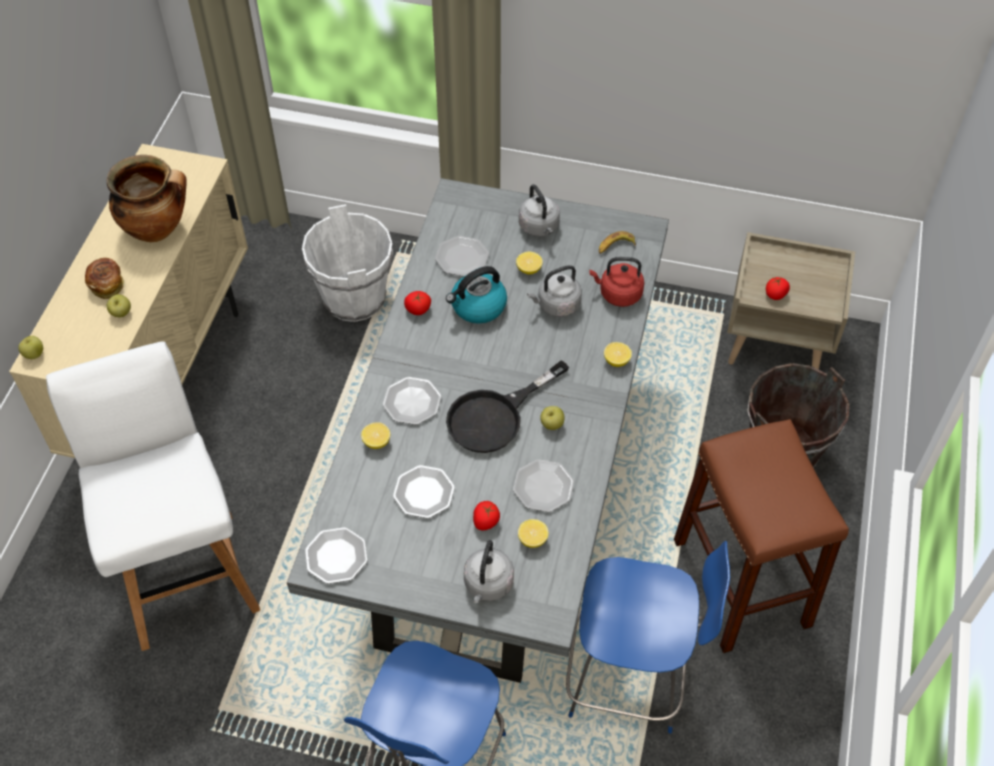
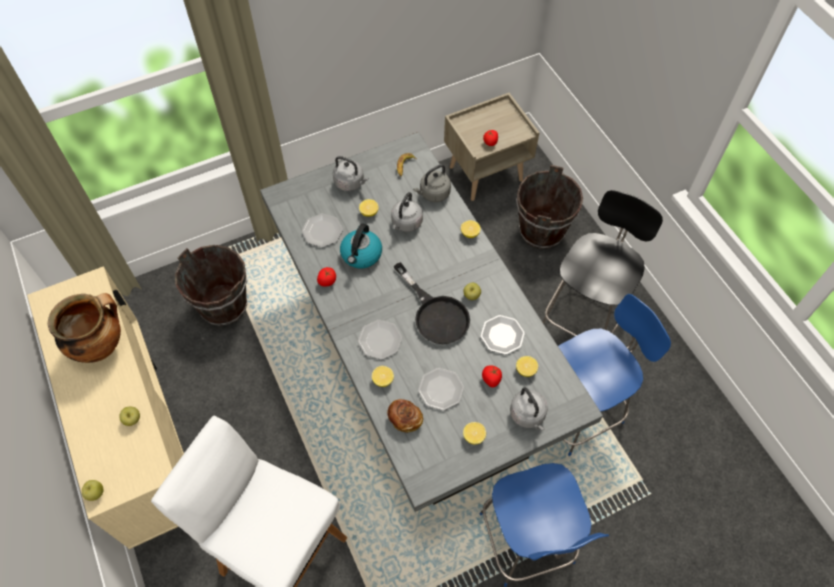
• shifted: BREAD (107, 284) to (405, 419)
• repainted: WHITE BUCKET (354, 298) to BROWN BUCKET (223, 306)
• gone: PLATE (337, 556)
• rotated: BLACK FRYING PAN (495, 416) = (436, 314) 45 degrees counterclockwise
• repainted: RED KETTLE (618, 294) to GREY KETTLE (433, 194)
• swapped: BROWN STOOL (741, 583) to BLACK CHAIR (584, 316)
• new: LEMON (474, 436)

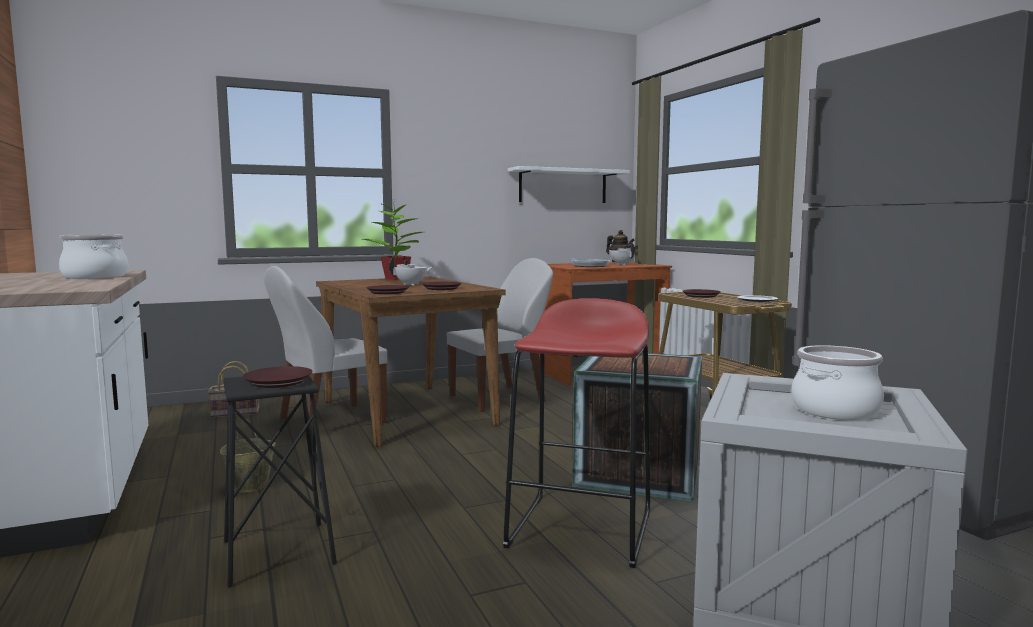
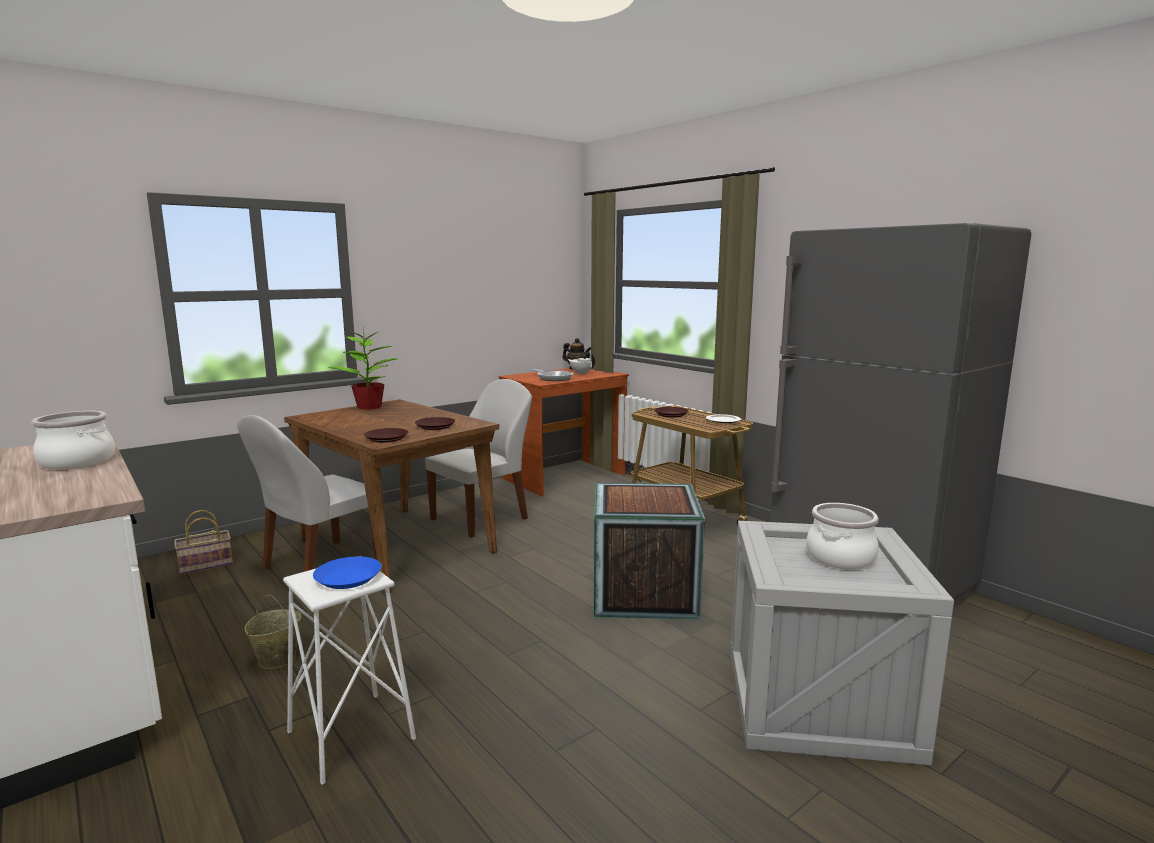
• repainted: BLACK STOOL (278, 552) to WHITE STOOL (351, 735)
• repainted: BROWN PLATE (279, 382) to BLUE PLATE (349, 578)
• gone: WHITE TEAPOT (411, 284)
• gone: RED STOOL (582, 528)
• gone: WHITE SHELF (563, 186)

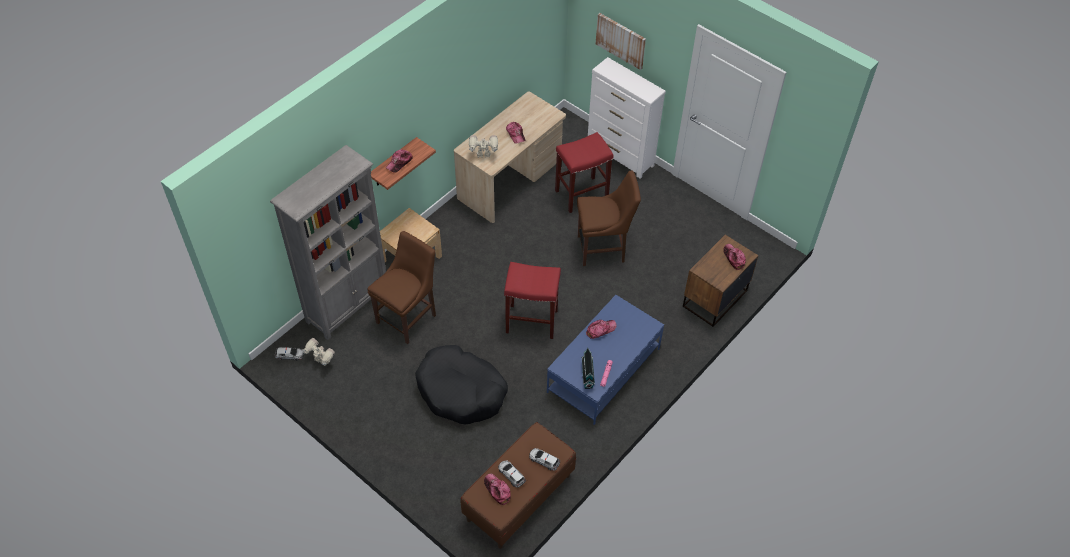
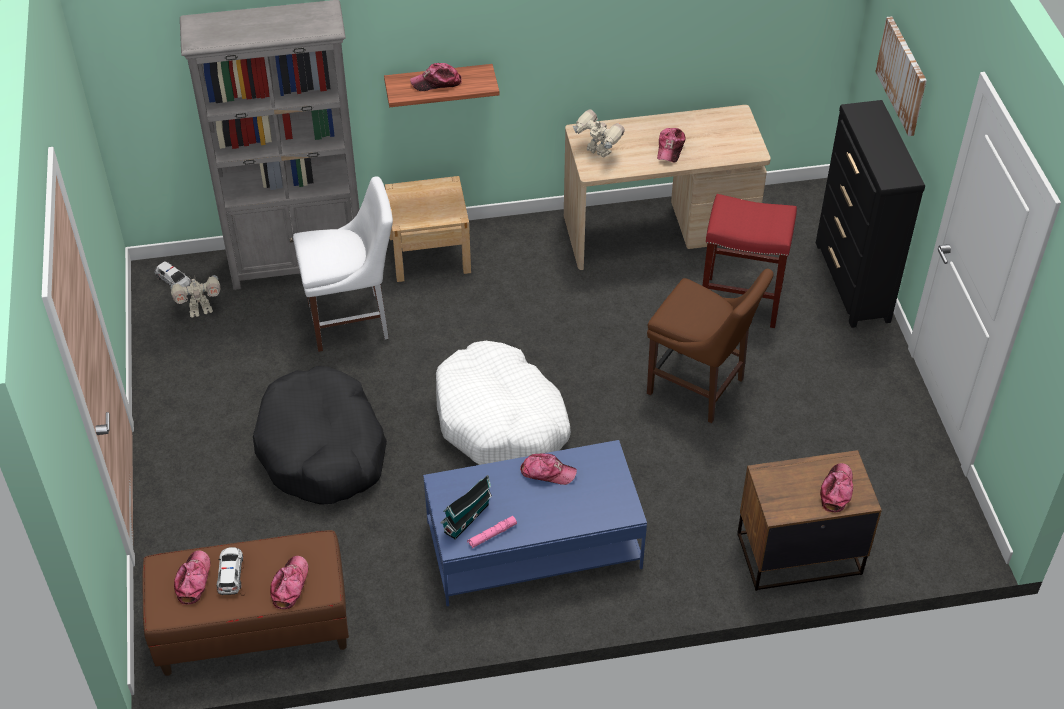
• rotated: TOY ROBOT (321, 361) = (200, 310) 90 degrees clockwise
• repainted: BROWN CHAIR (408, 317) to WHITE CHAIR (353, 321)
• swapped: RED STOOL (531, 321) to WHITE DOG BED (501, 420)
• swapped: TOY CAR (544, 460) to CAP (290, 585)
• repainted: WHITE DRESSER (620, 156) to BLACK DRESSER (852, 282)

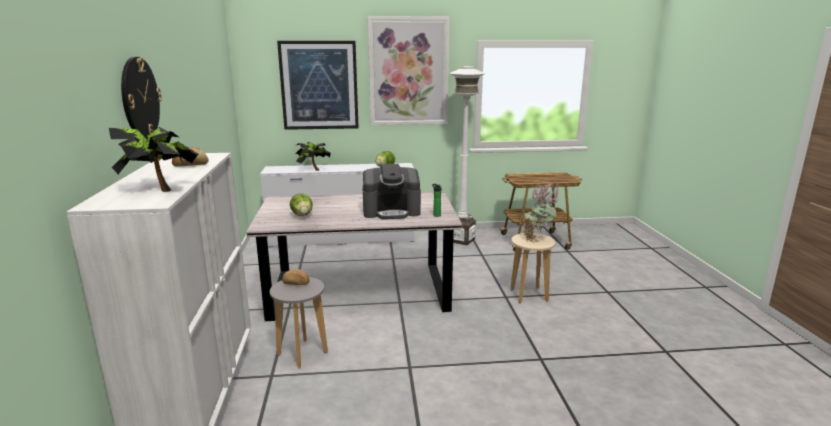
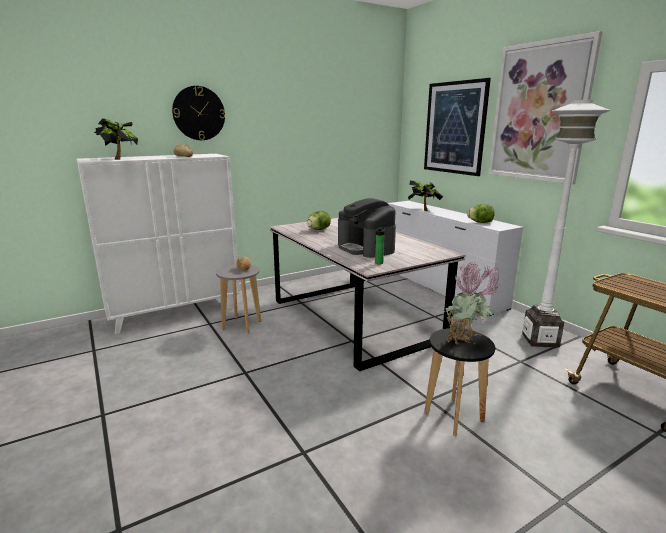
• repainted: BEIGE STOOL (529, 295) to BLACK STOOL (454, 417)

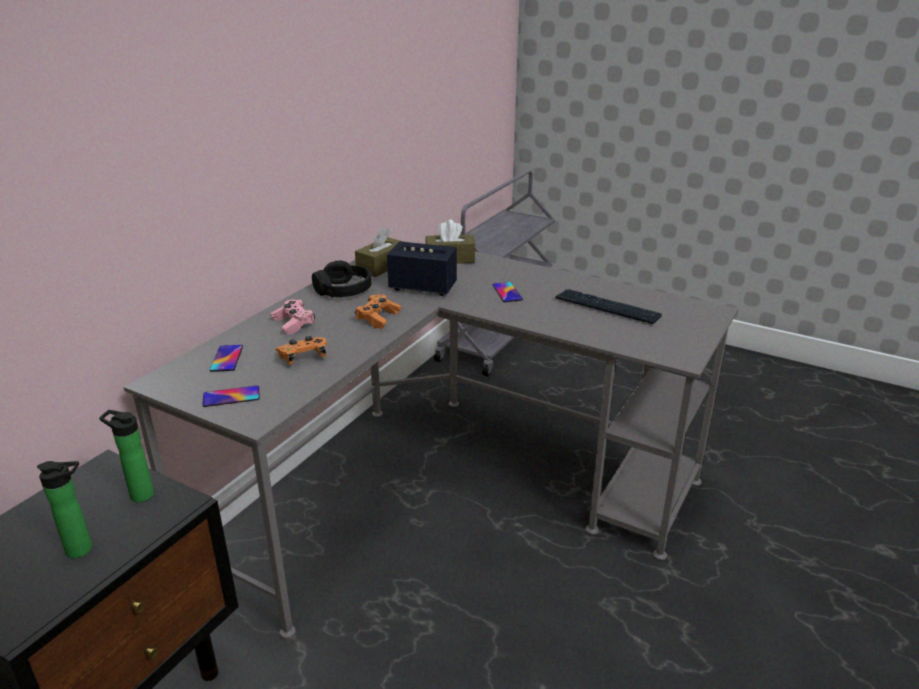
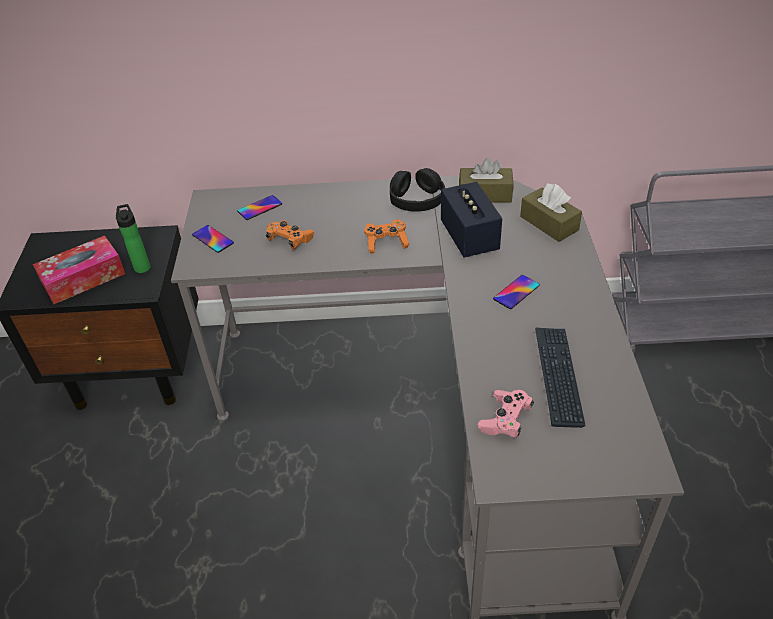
• swapped: BOTTLE (83, 549) to TISSUE BOX (83, 278)
• shifted: PINK GAME CONTROLLER (293, 324) to (505, 420)

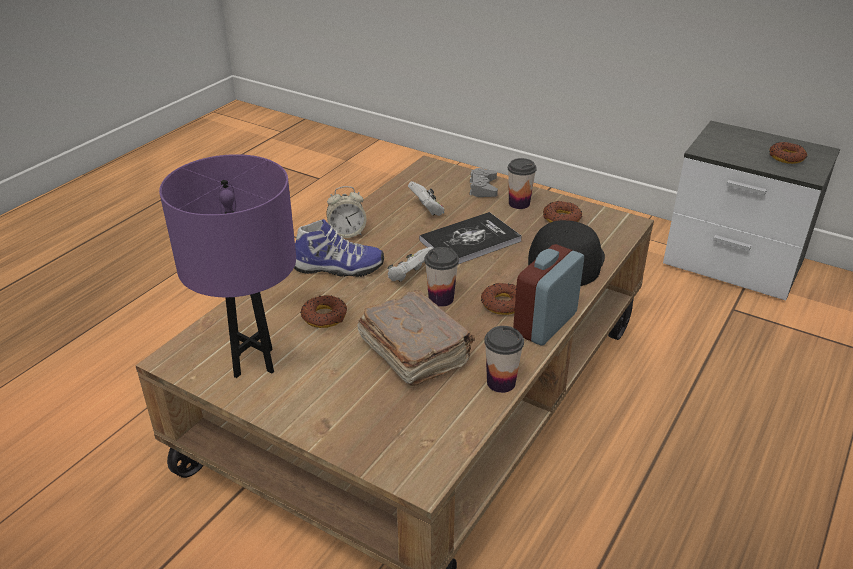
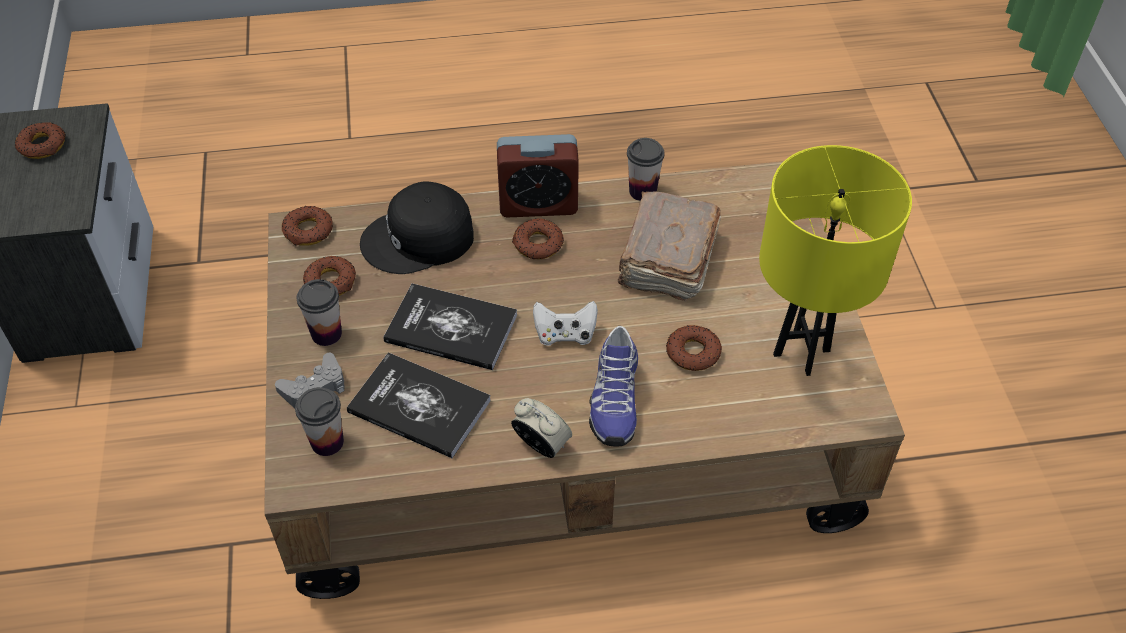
• repainted: PURPLE TABLE LAMP (253, 362) to YELLOW TABLE LAMP (801, 353)
• rotated: SHOE (338, 268) = (613, 401) 135 degrees counterclockwise
• swapped: WHITE GAME CONTROLLER (427, 210) to BOOK (419, 406)
• shifted: CUP (441, 299) to (327, 442)
• new: DONUT (308, 231)

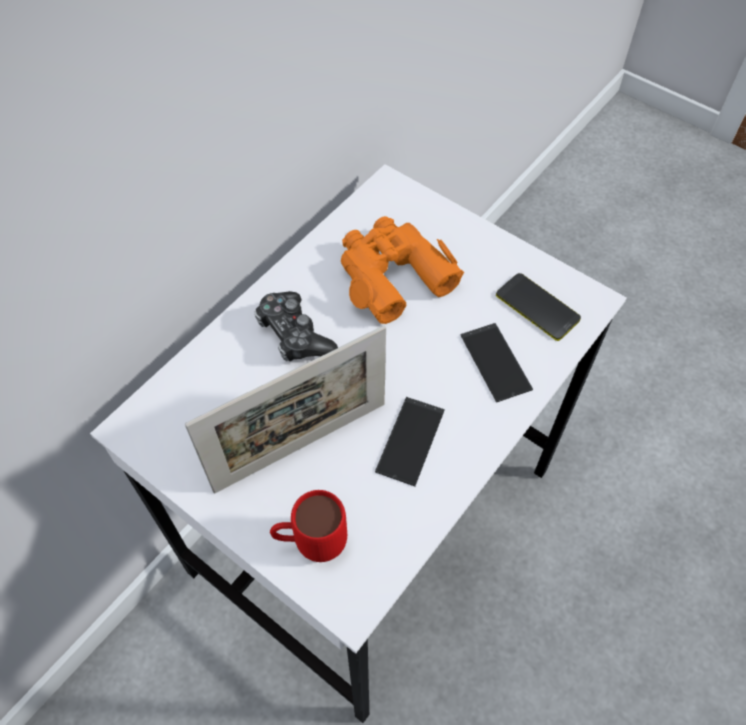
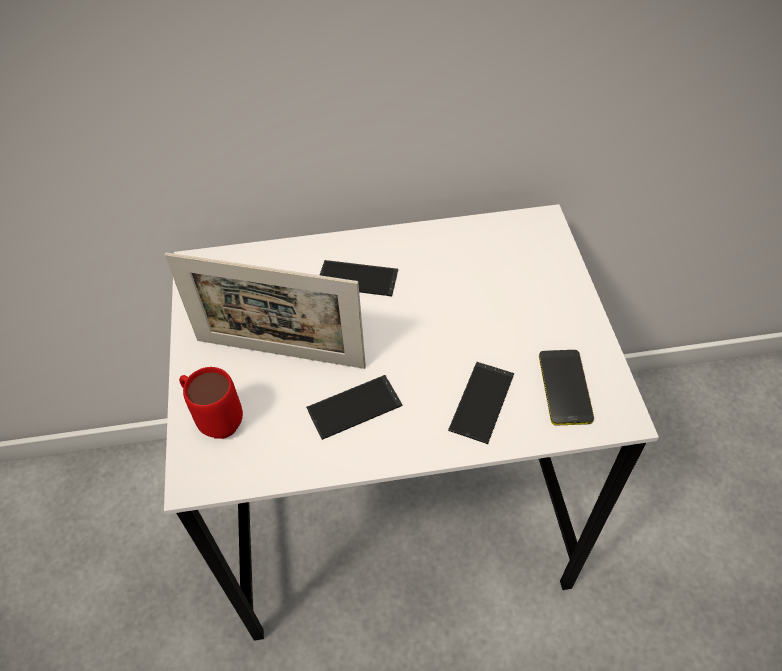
• swapped: GAME CONTROLLER (294, 335) to PHONE (357, 278)
• gone: ORANGE BINOCULARS (392, 274)

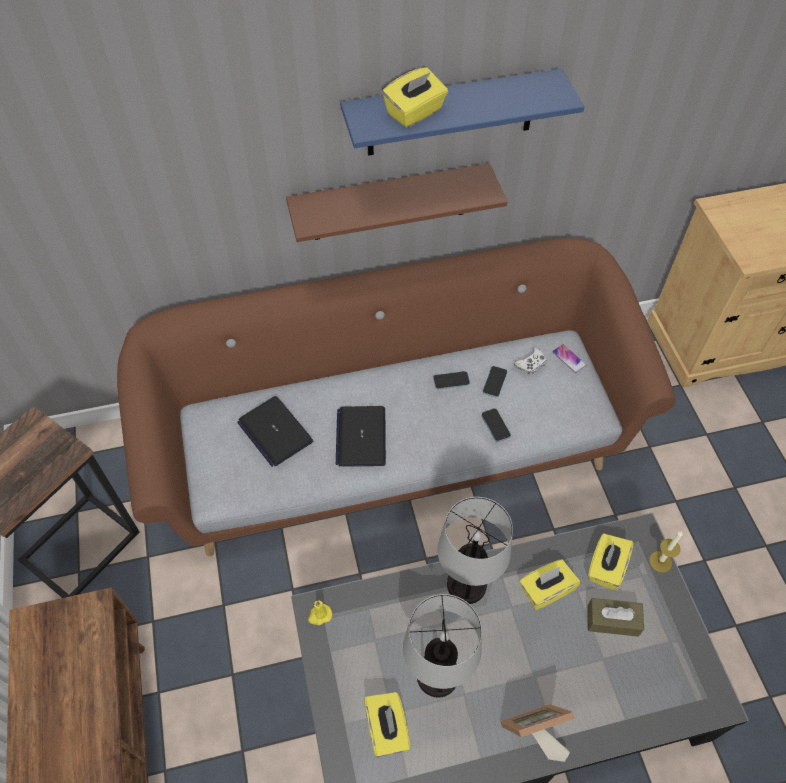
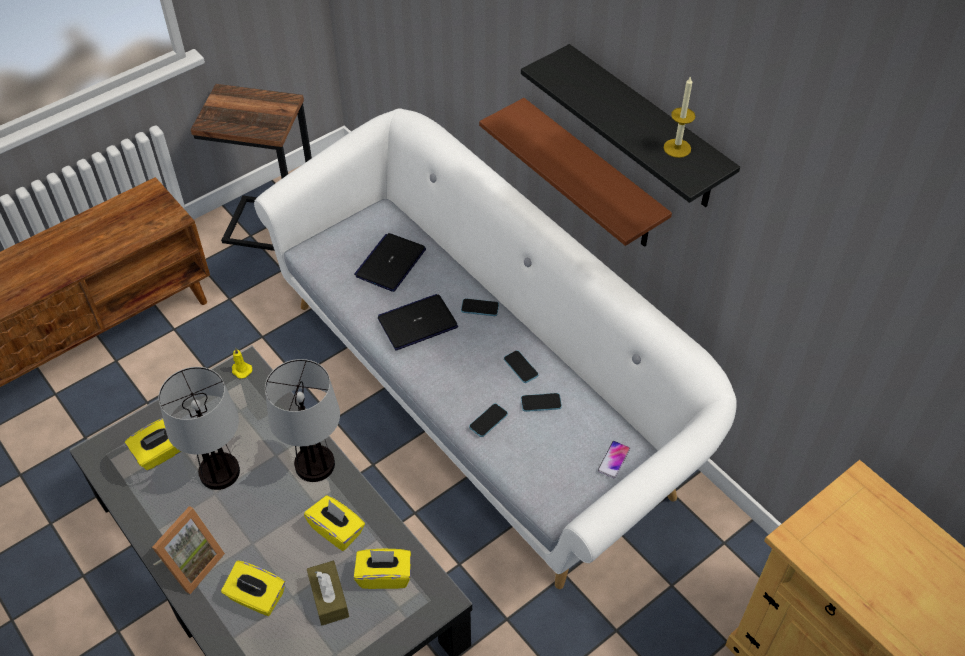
• repainted: BROWN SOFA (392, 444) to WHITE SOFA (482, 392)
• repainted: BLUE SHELF (451, 113) to BLACK SHELF (646, 130)
• shifted: YELLOW TISSUE BOX (415, 113) to (256, 597)
• rotated: PICTURE FRAME (534, 735) = (191, 564) 75 degrees clockwise
• gone: WHITE GAME CONTROLLER (531, 364)
• shifted: CANDLE (660, 561) to (677, 148)
• new: PHONE (480, 308)

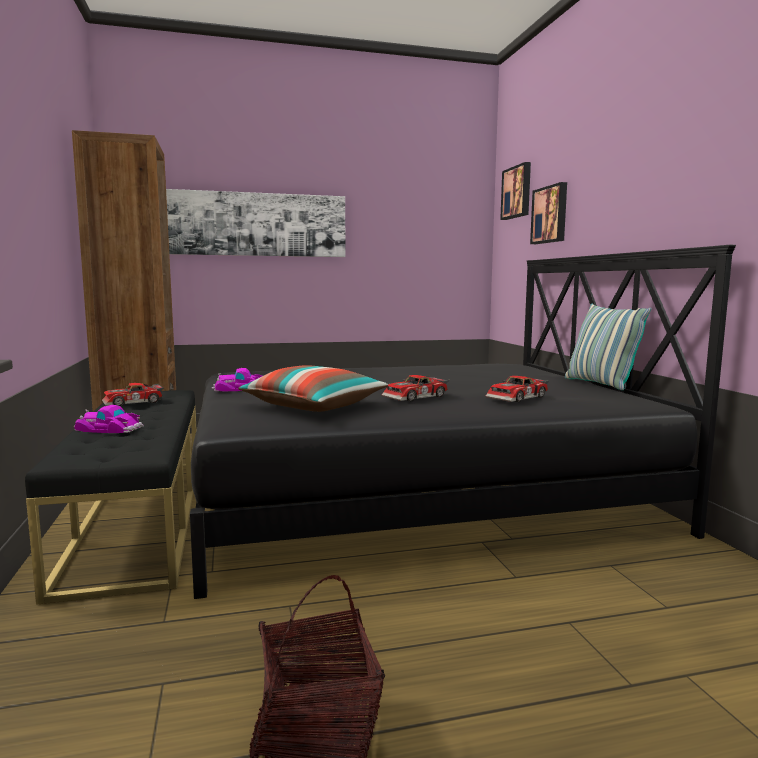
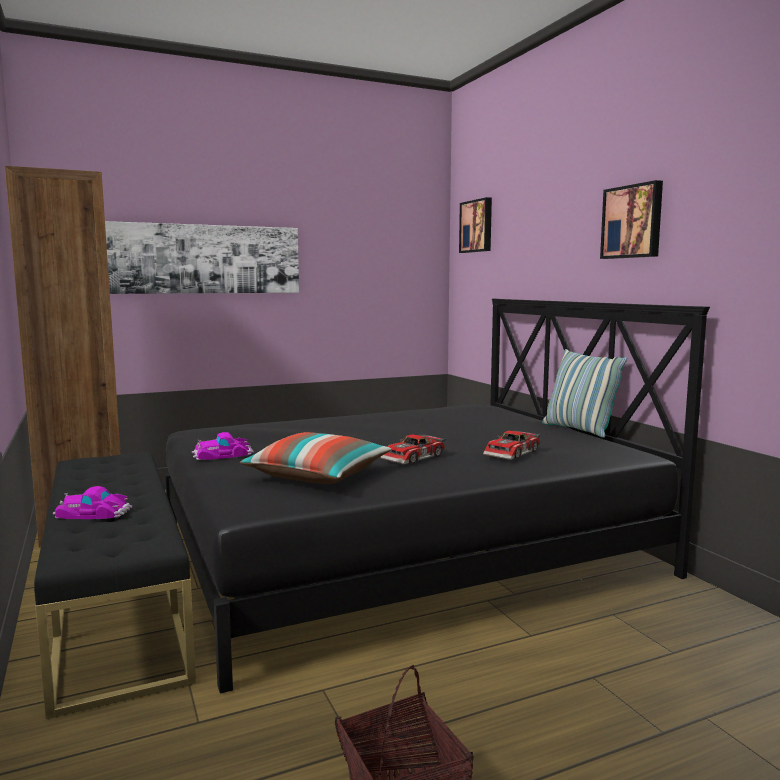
• gone: TOY CAR (133, 402)
• shifted: PICTURE (550, 214) to (633, 222)

